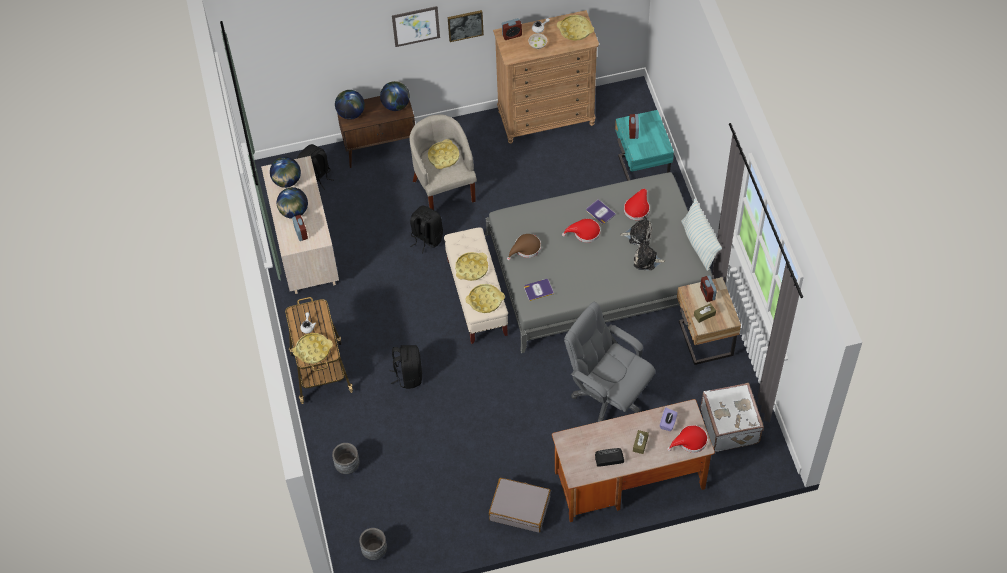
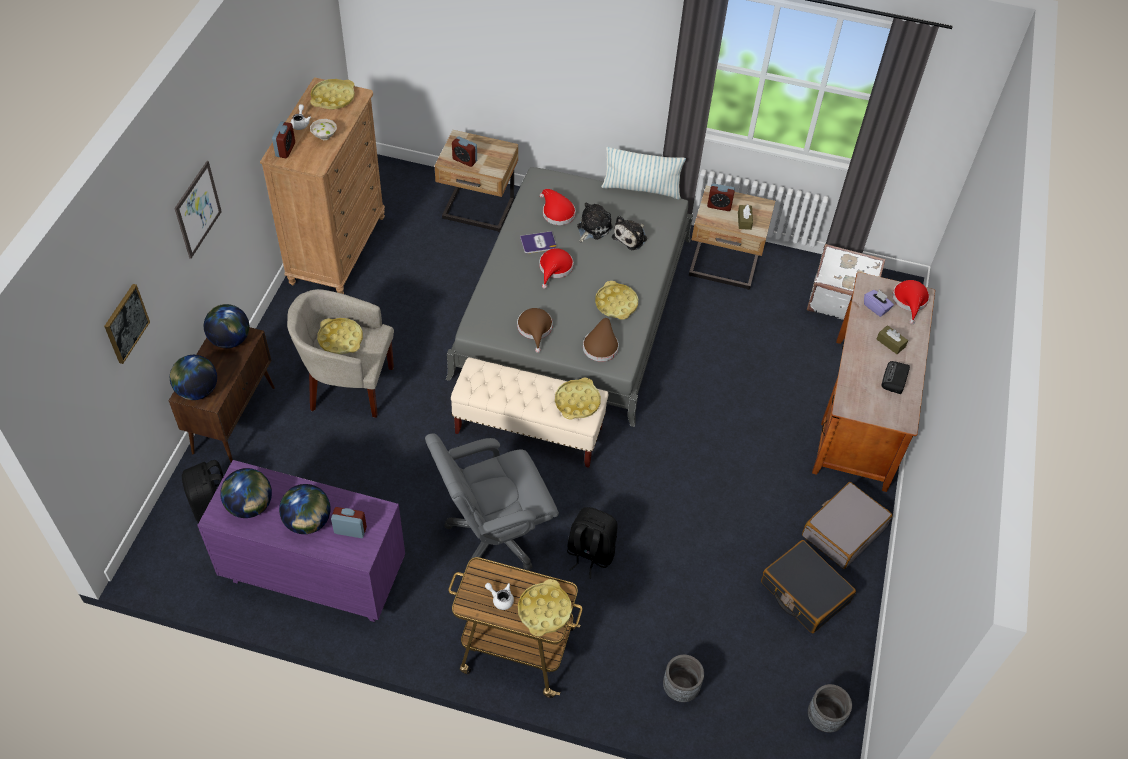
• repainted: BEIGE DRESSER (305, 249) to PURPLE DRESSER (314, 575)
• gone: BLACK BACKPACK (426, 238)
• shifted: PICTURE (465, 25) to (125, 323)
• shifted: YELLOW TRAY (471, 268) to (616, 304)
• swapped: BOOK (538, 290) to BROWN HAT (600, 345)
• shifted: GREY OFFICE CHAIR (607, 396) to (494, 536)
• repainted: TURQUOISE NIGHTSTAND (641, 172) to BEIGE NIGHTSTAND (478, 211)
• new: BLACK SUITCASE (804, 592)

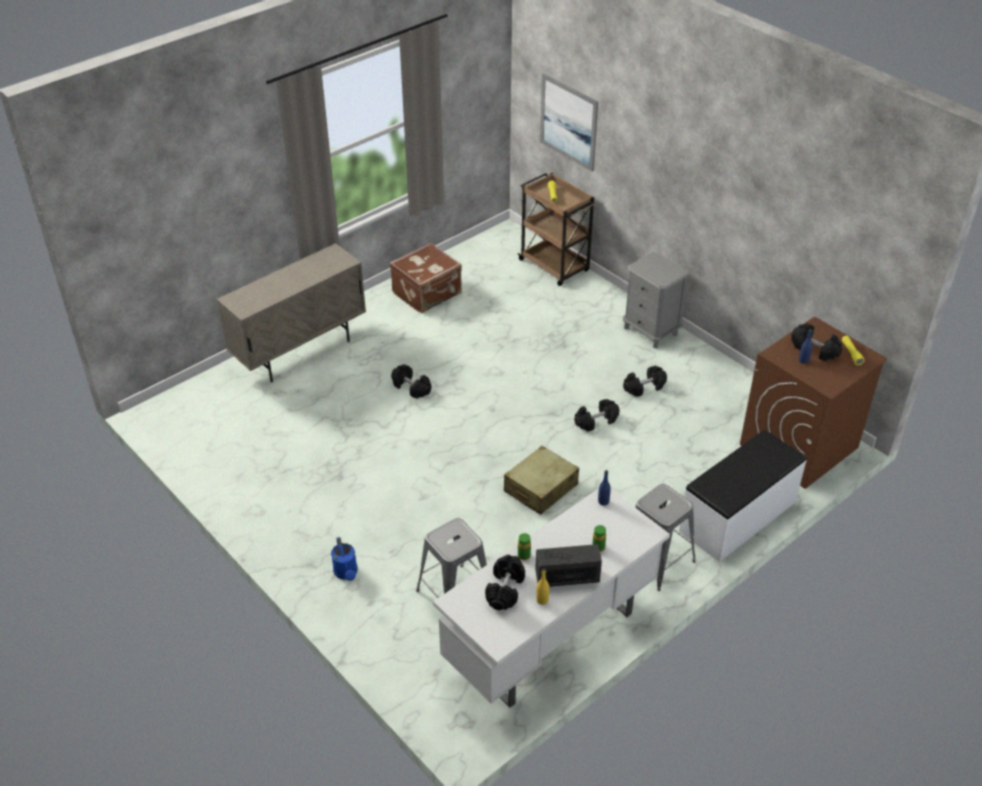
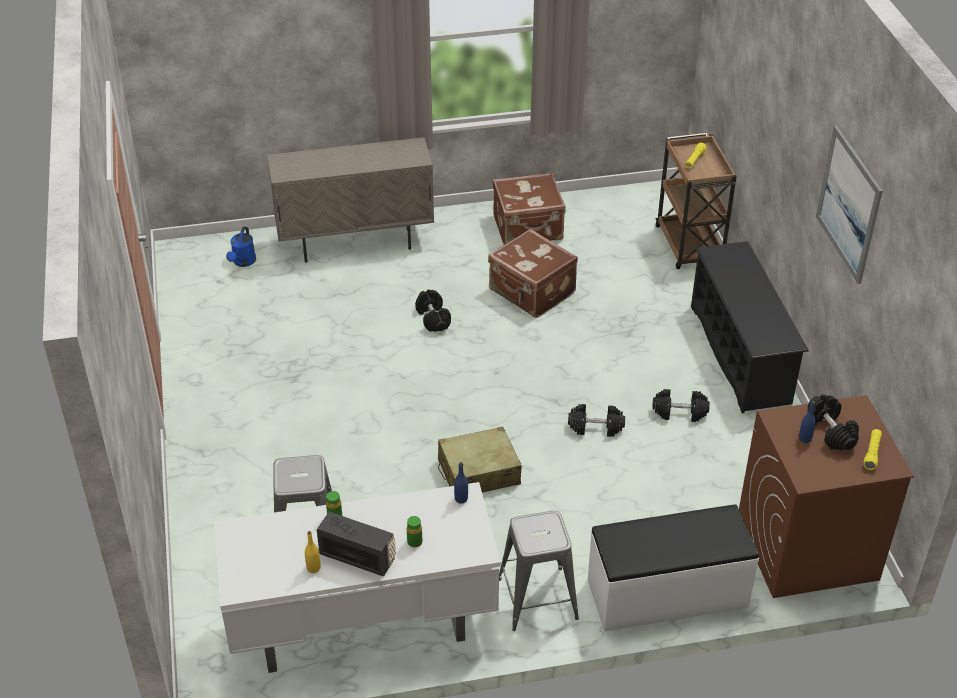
• shifted: BLUE WATERING CAN (346, 573) to (243, 262)
• gone: BLACK DUMBBELL (505, 590)
• shifted: PICTURE (568, 122) to (848, 204)
• swapped: GREY NIGHTSTAND (651, 331) to BLACK SHOE RACK (740, 354)
• new: BROWN SUITCASE (531, 293)

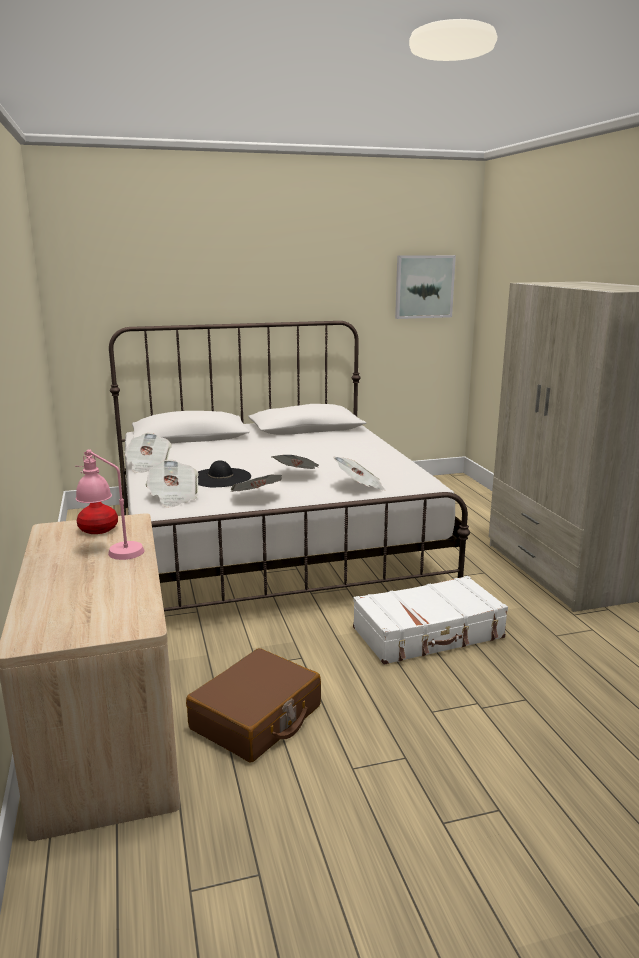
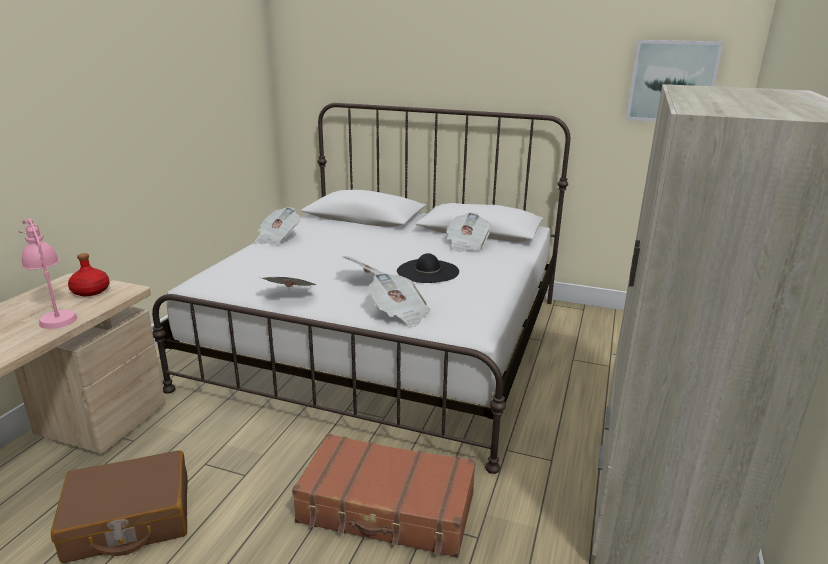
• shifted: NEWSPAPER (173, 497) to (466, 245)
• shifted: BLACK HAT (221, 478) to (428, 271)
• repainted: WHITE SUITCASE (429, 633) to BROWN SUITCASE (387, 508)

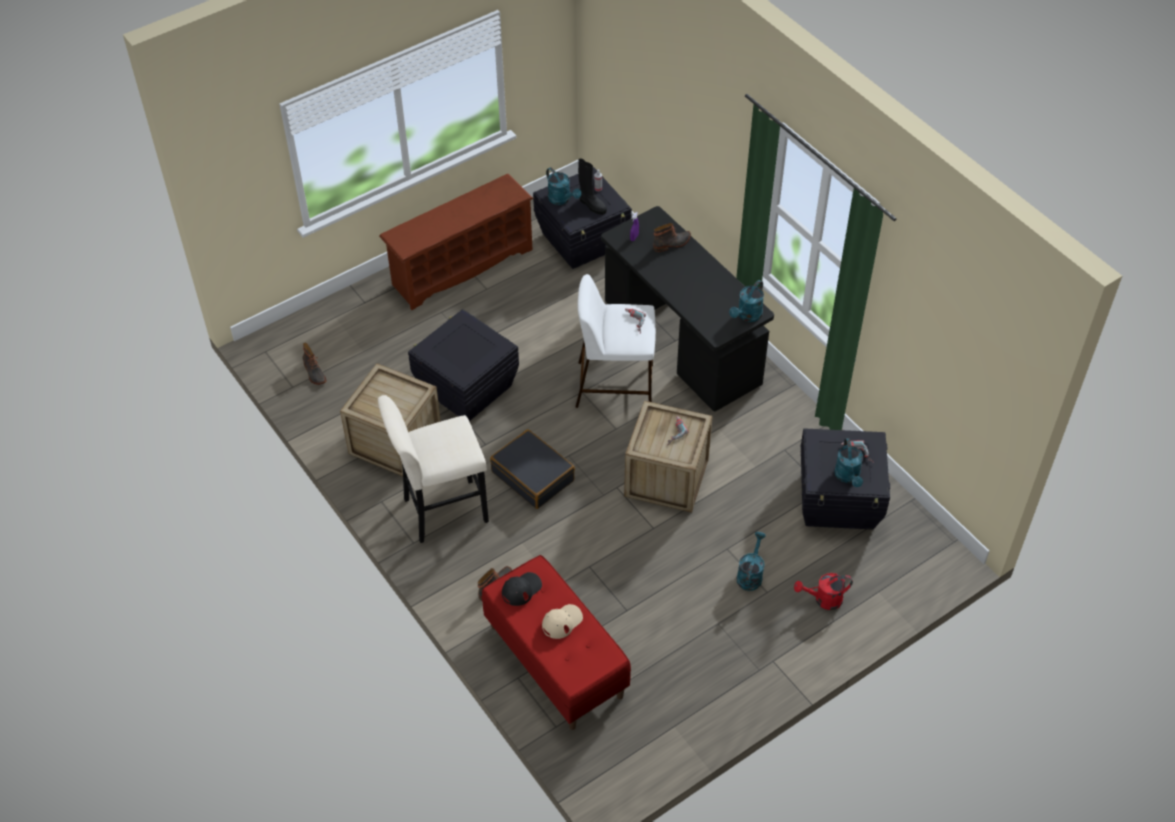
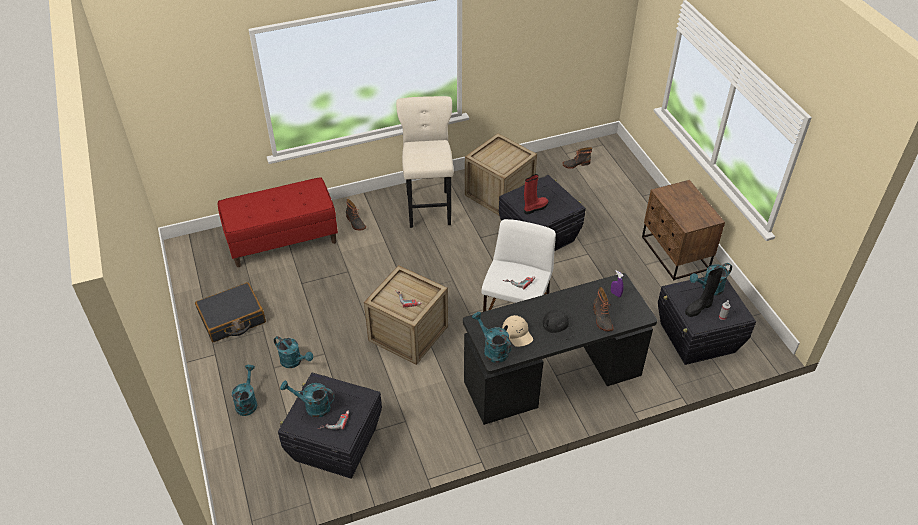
• swapped: BROWN SHOE RACK (461, 266) to BROWN NIGHTSTAND (674, 254)
• shifted: BLACK SUITCASE (533, 476) to (232, 319)
• shifted: BLACK CAP (521, 589) to (558, 327)
• shifted: BEIGE CAP (562, 622) to (517, 333)
• repainted: RED WATERING CAN (823, 600) to TURQUOISE WATERING CAN (247, 402)
• new: RED BOOT (535, 208)

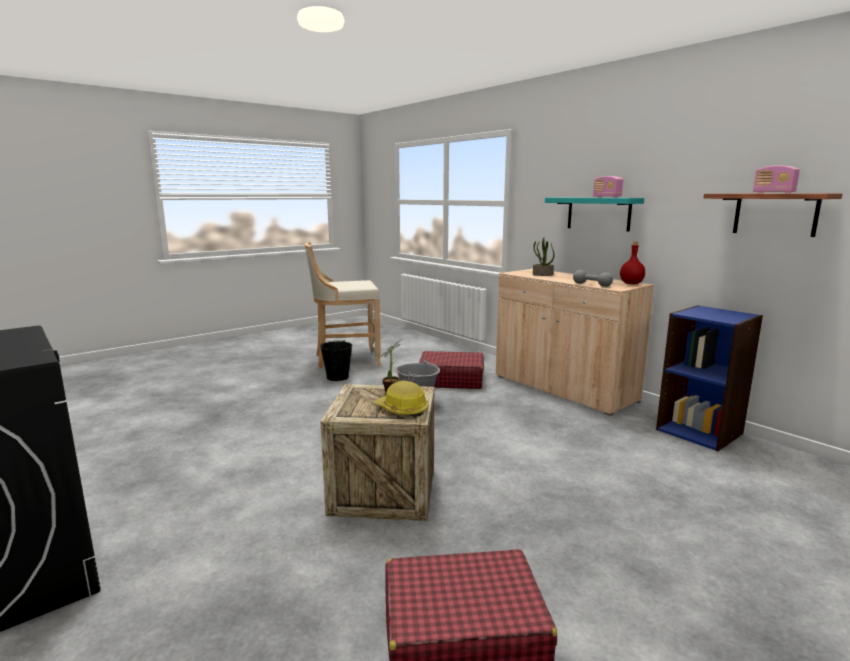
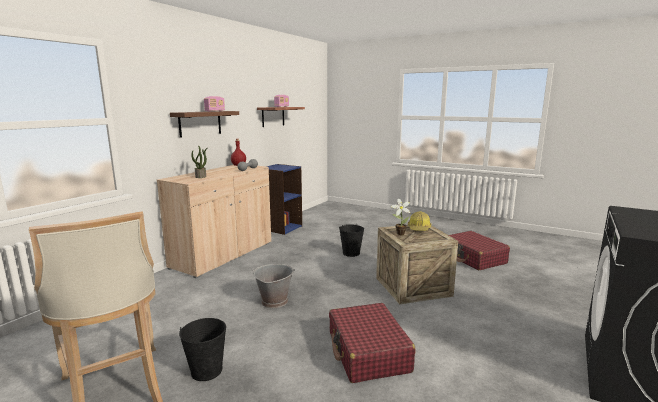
• shifted: RED SUITCASE (450, 380) to (368, 352)
• repainted: TURQUOISE SHELF (598, 213) to BROWN SHELF (200, 123)
• new: BLACK BUCKET (351, 253)

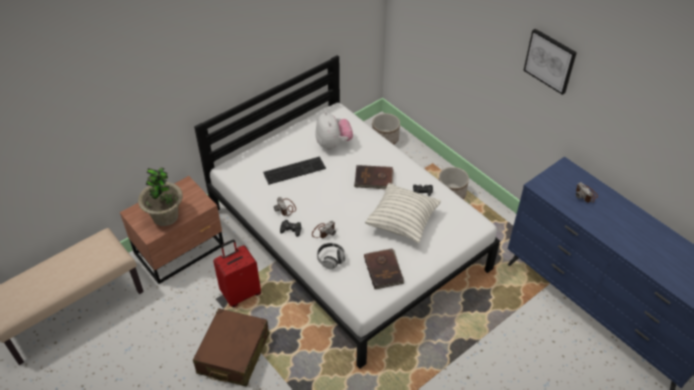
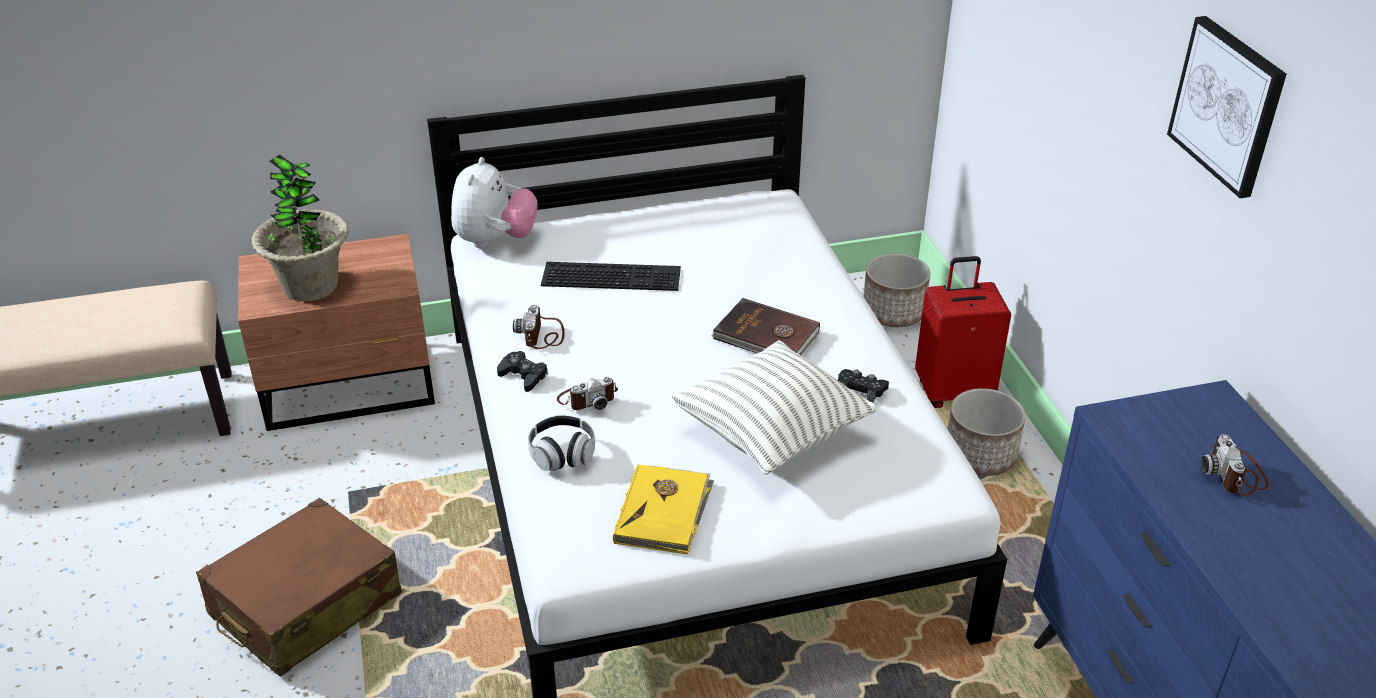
• shifted: RED SUITCASE (241, 293) to (954, 391)
• shifted: PLUSH TOY (333, 144) to (495, 240)
• repainted: BROWN BOOK (384, 269) to YELLOW BOOK (664, 512)

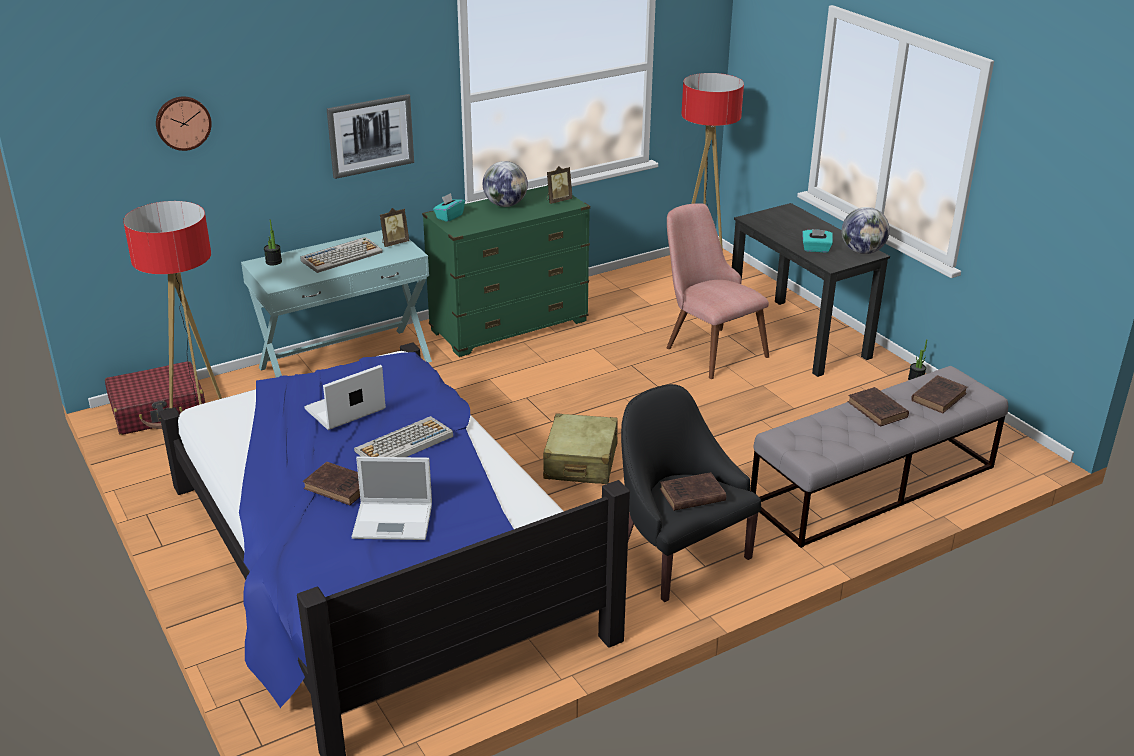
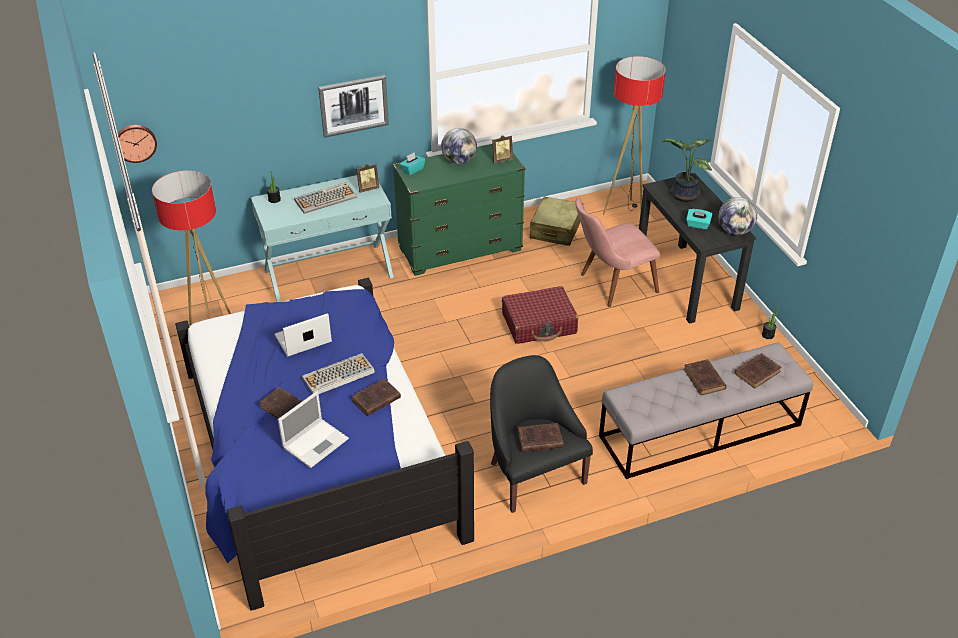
• shifted: RED SUITCASE (159, 410) to (539, 323)
• shifted: WALL CLOCK (182, 122) to (135, 142)
• rotated: LAPTOP (394, 521) = (316, 442) 60 degrees counterclockwise
• shifted: BEIGE SUITCASE (580, 462) to (556, 229)
• rotated: PINK CHAIR (707, 347) = (610, 285) 90 degrees counterclockwise
• new: BROWN BOOK (375, 400)
• new: POTTED PLANT (683, 195)

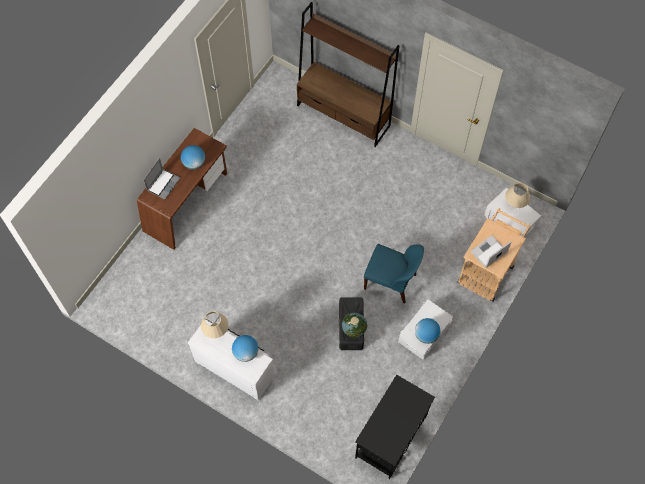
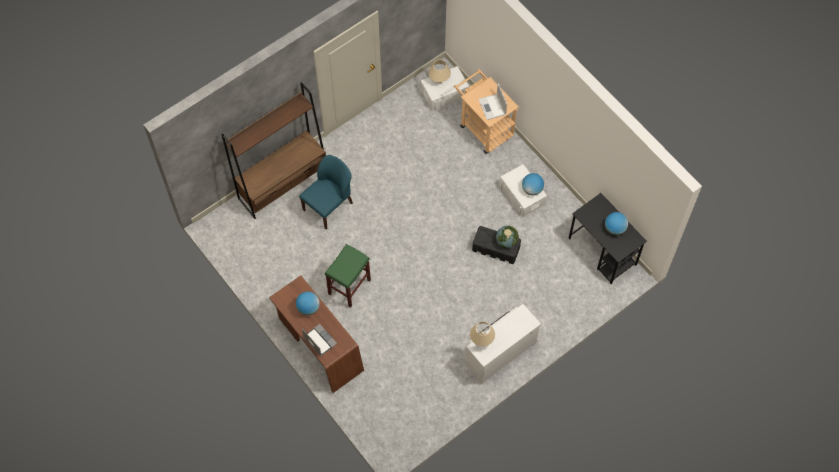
• shifted: GLOBE (246, 352) to (615, 228)
• shifted: BLUE CHAIR (391, 282) to (328, 206)
• new: GREEN STOOL (349, 287)

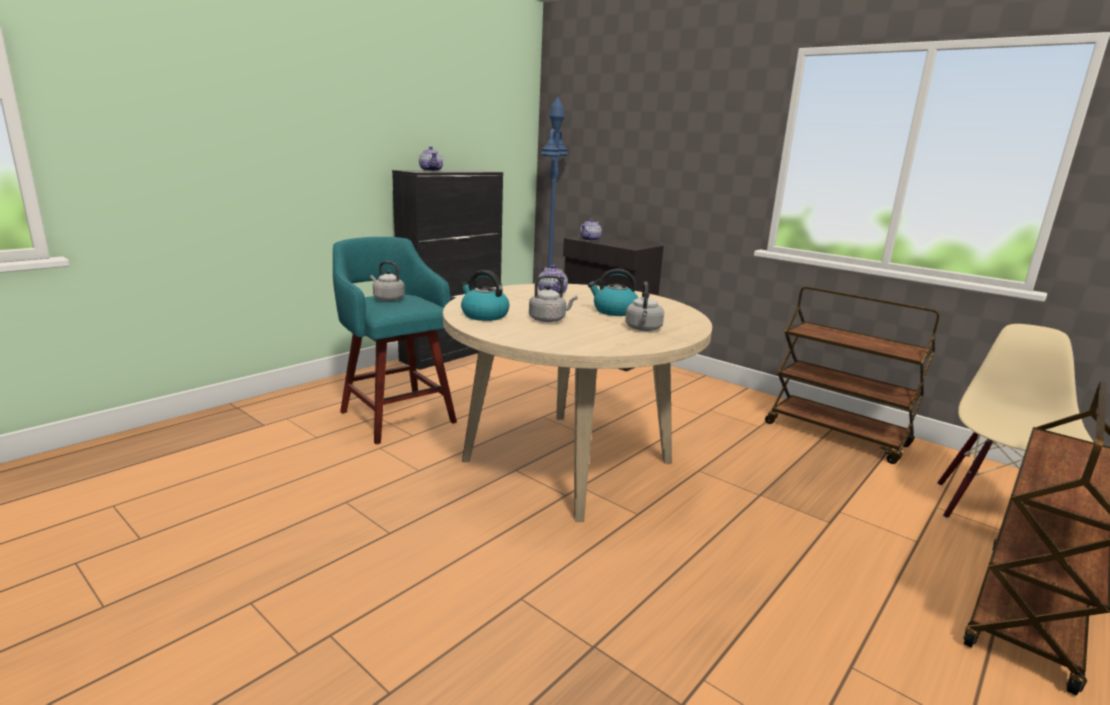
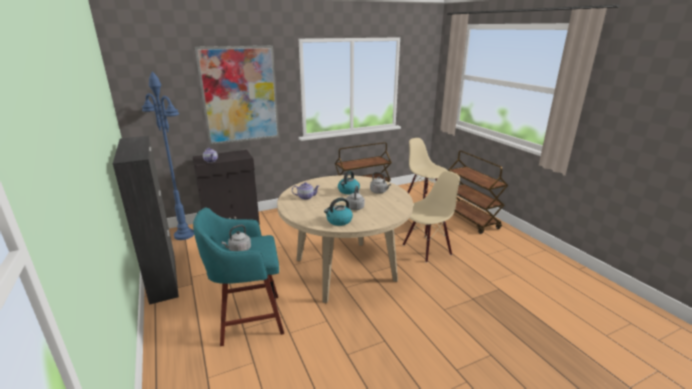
• gone: TEAPOT (431, 170)
• new: PICTURE (240, 95)
• new: BEIGE CHAIR (426, 249)

